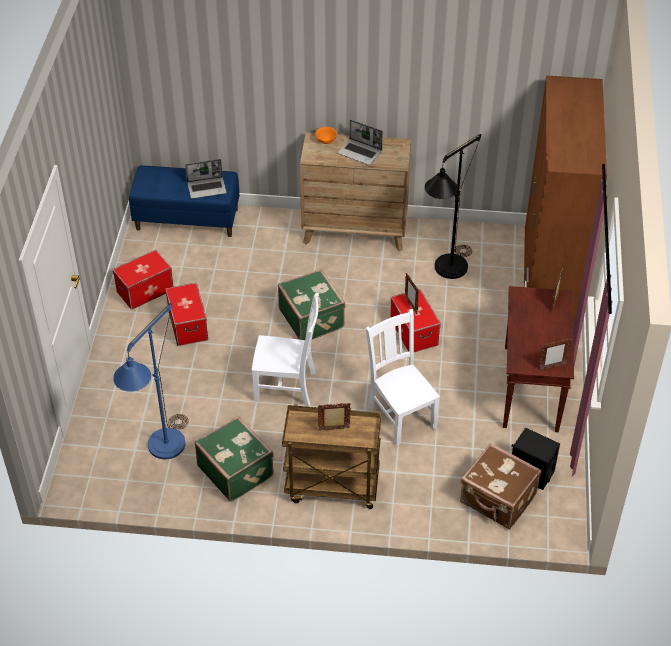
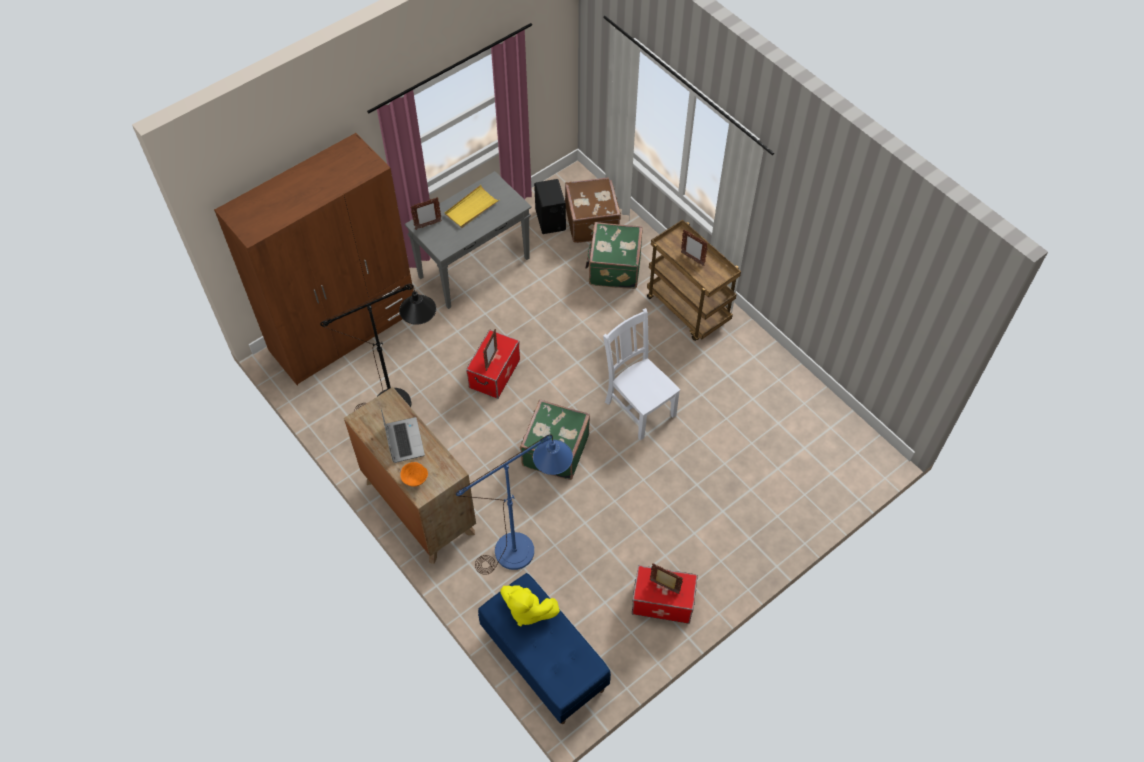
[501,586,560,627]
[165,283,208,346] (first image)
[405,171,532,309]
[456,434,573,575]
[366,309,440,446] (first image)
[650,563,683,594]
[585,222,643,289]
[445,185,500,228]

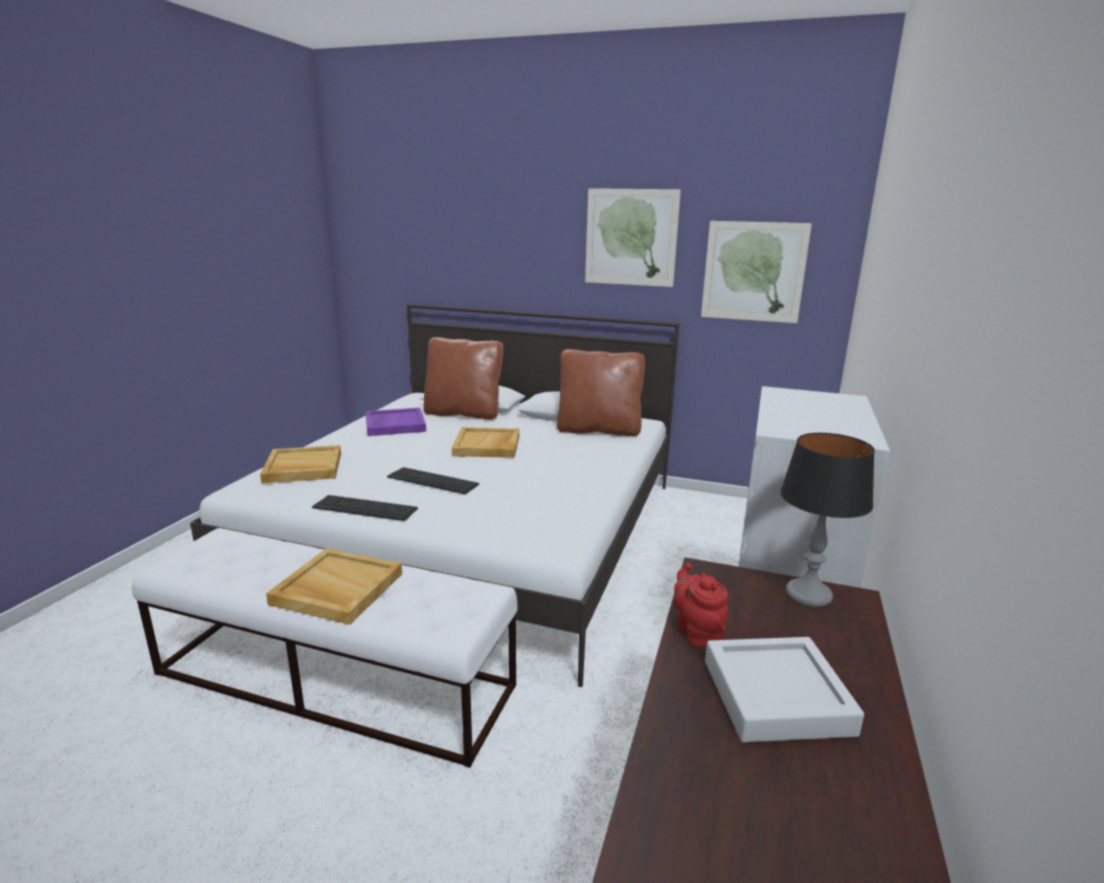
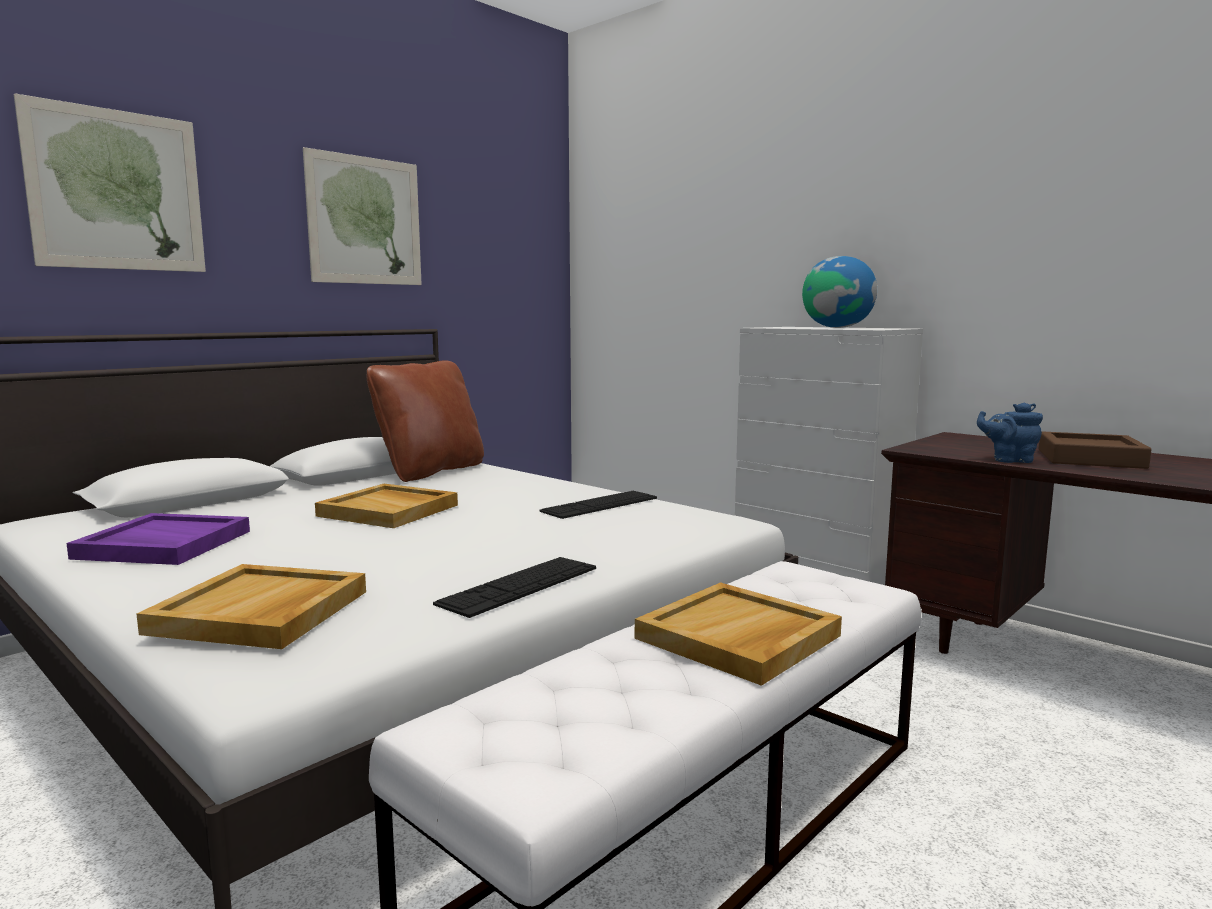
[14,94,206,272]
[424,337,503,420] (first image)
[780,433,875,607] (first image)
[539,491,657,519]
[977,402,1043,463]
[1039,431,1152,469]
[802,256,877,328]

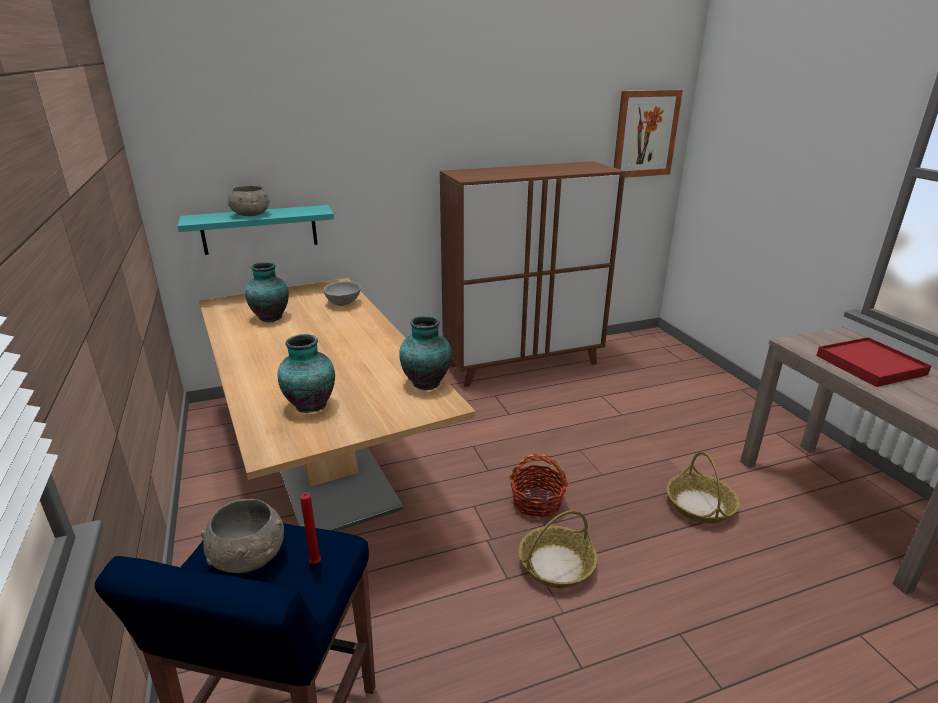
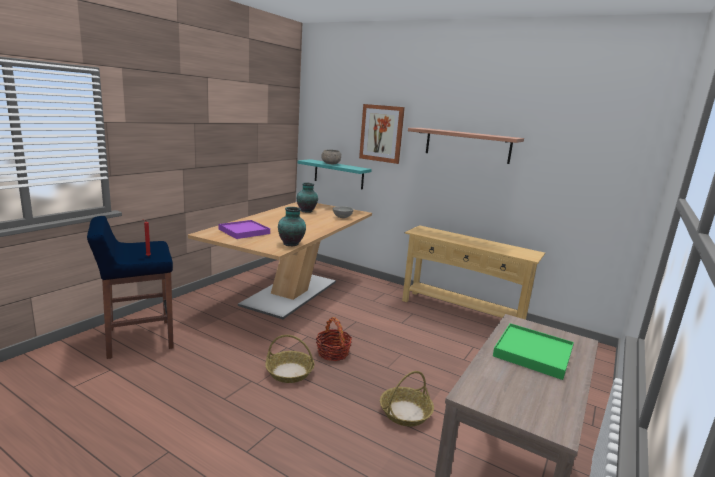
[359,104,405,164]
[402,225,545,320]
[219,220,270,239]
[493,323,574,380]
[201,499,284,573] (first image)
[408,128,524,164]

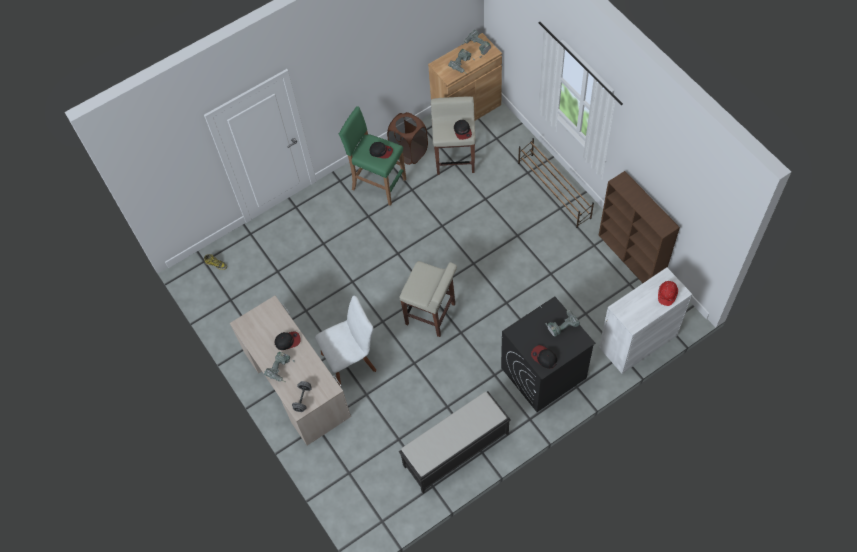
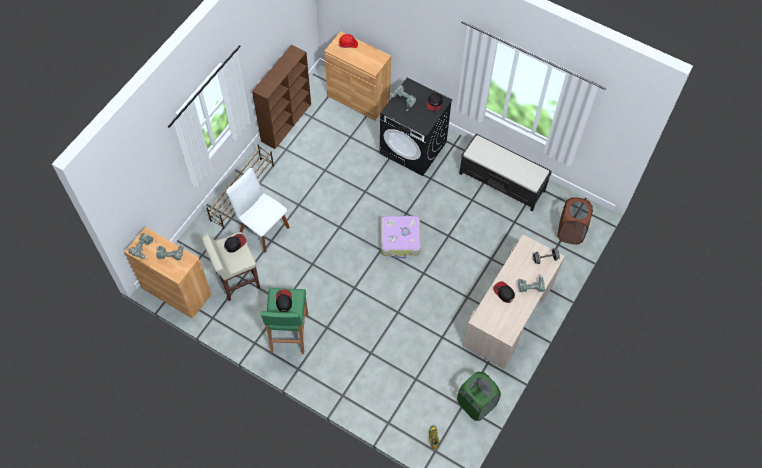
[557,197,593,245]
[381,216,421,258]
[324,31,391,120]
[226,168,290,253]
[457,371,501,421]

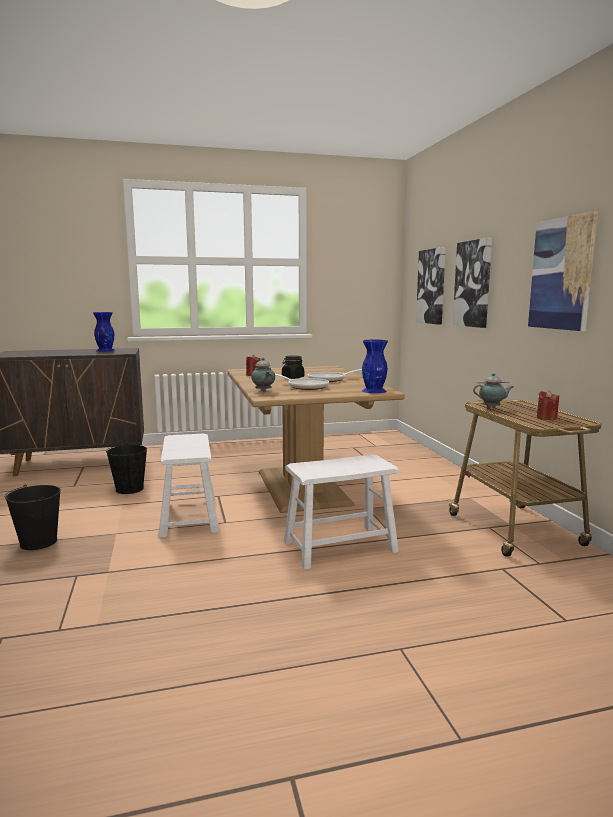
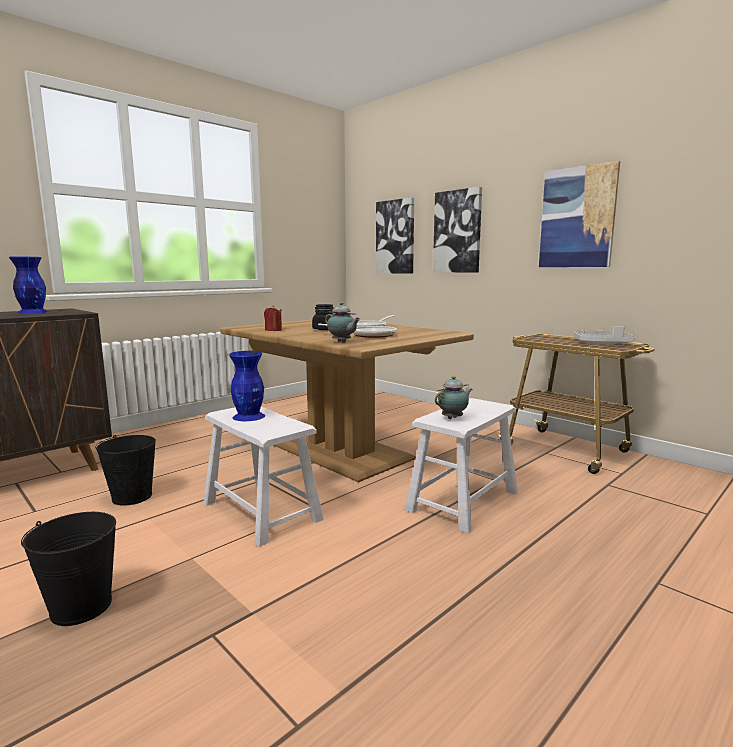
[229,351,265,421]
[435,376,473,419]
[573,326,634,344]

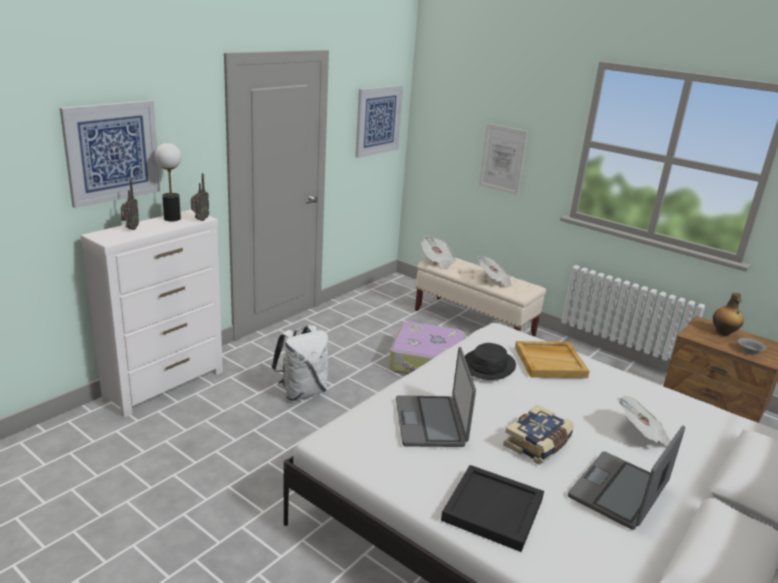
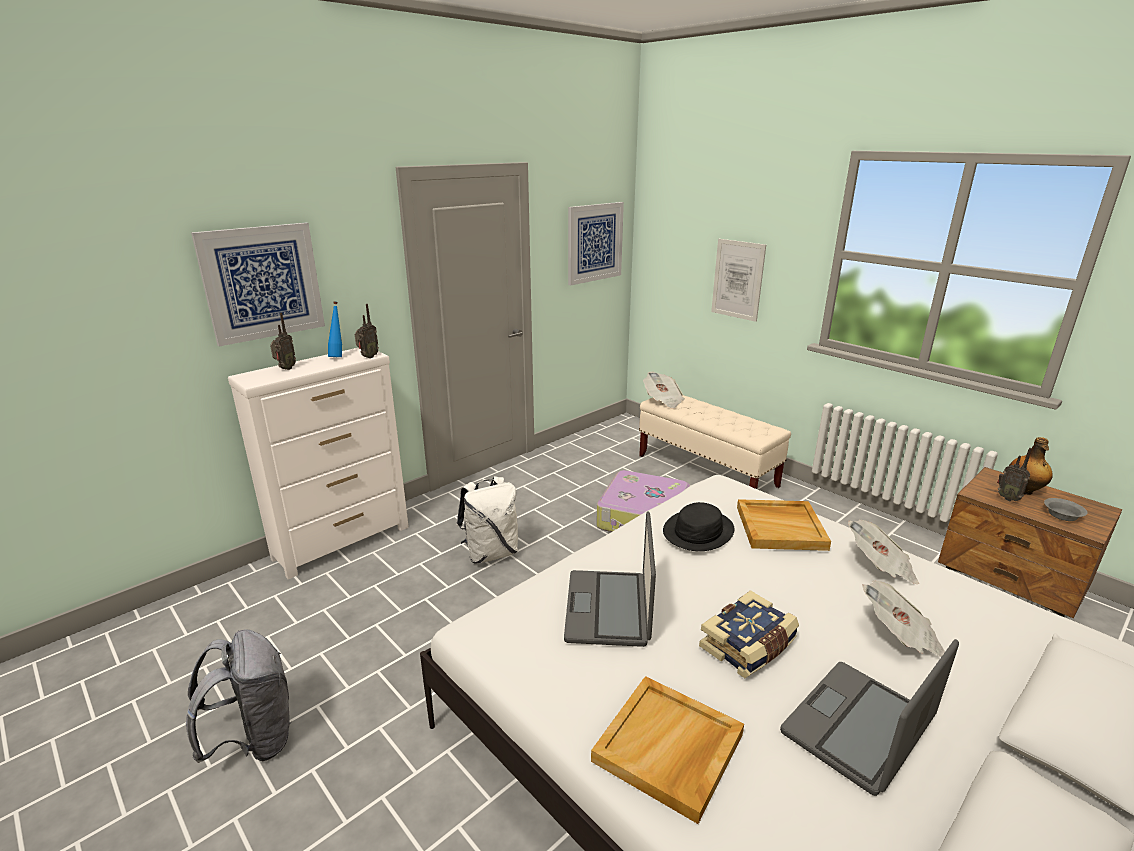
[328,302,342,357]
[848,520,919,584]
[591,676,744,824]
[997,448,1032,501]
[186,630,292,763]

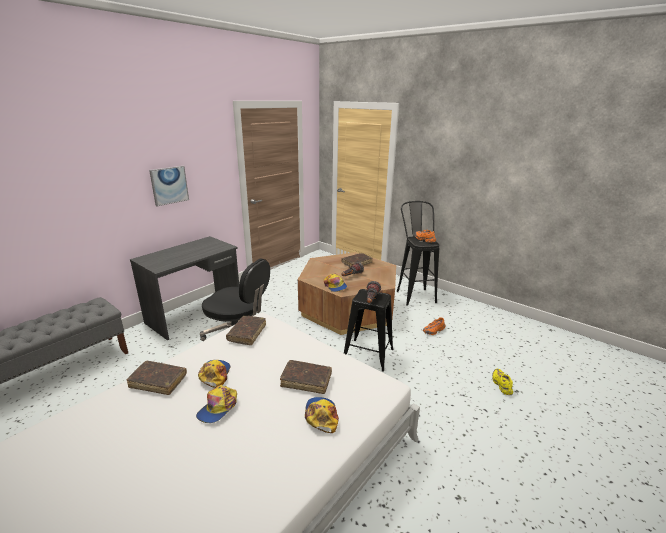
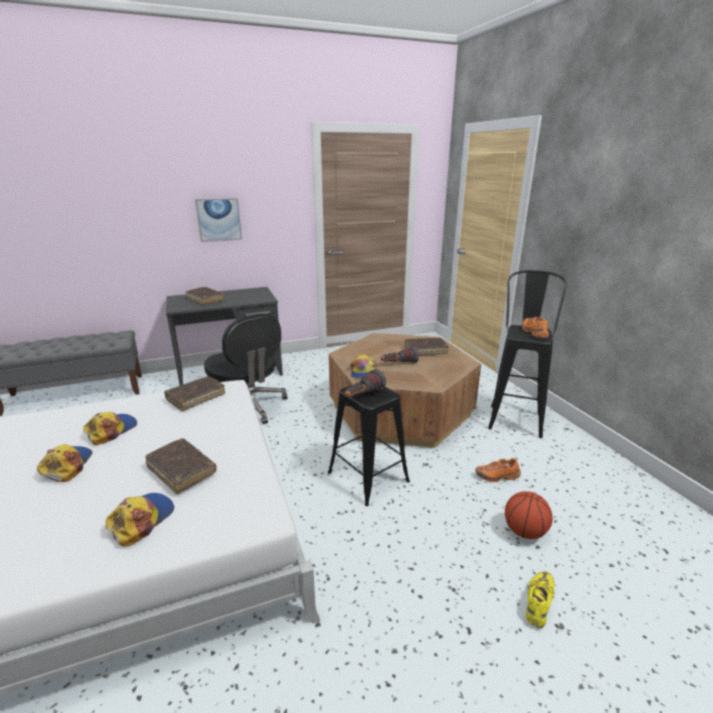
[186,287,225,305]
[37,444,92,482]
[505,491,553,539]

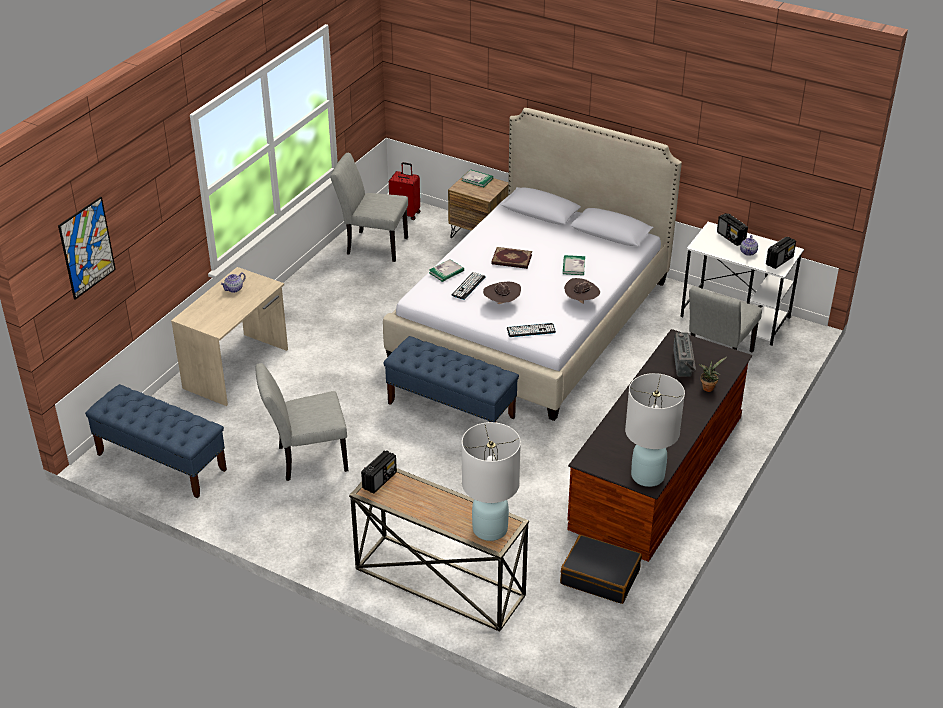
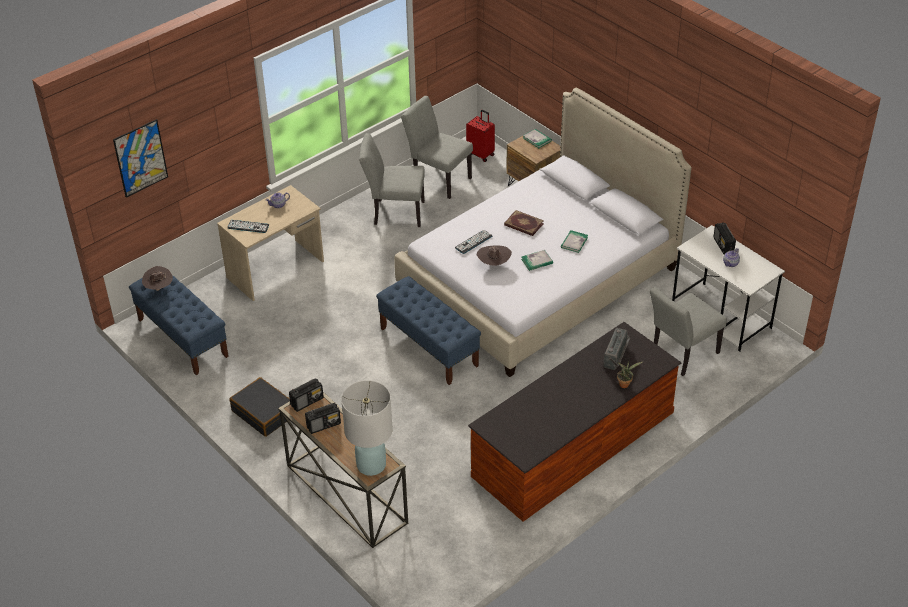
[305,403,341,434]
[521,250,553,271]
[142,266,173,291]
[227,220,269,233]
[359,133,425,227]
[625,373,685,487] (first image)
[230,377,290,437]

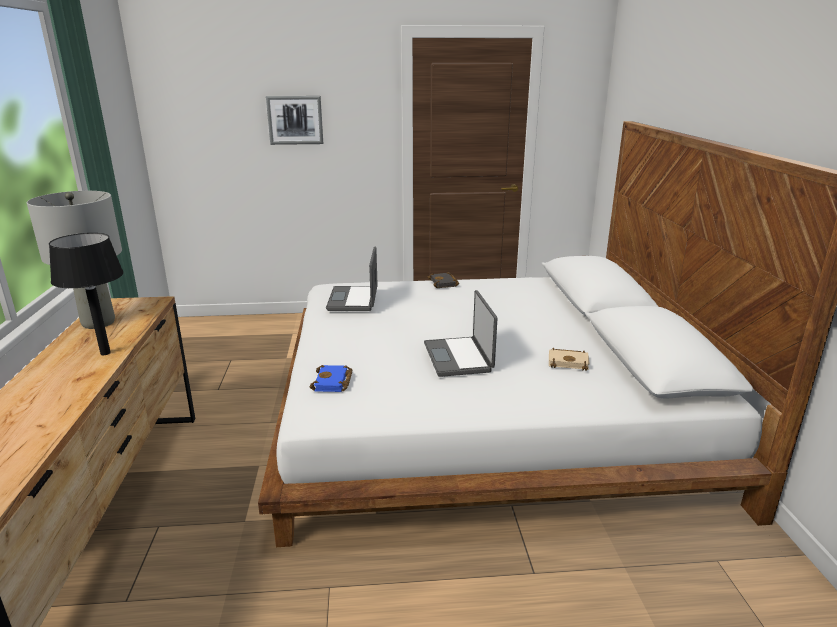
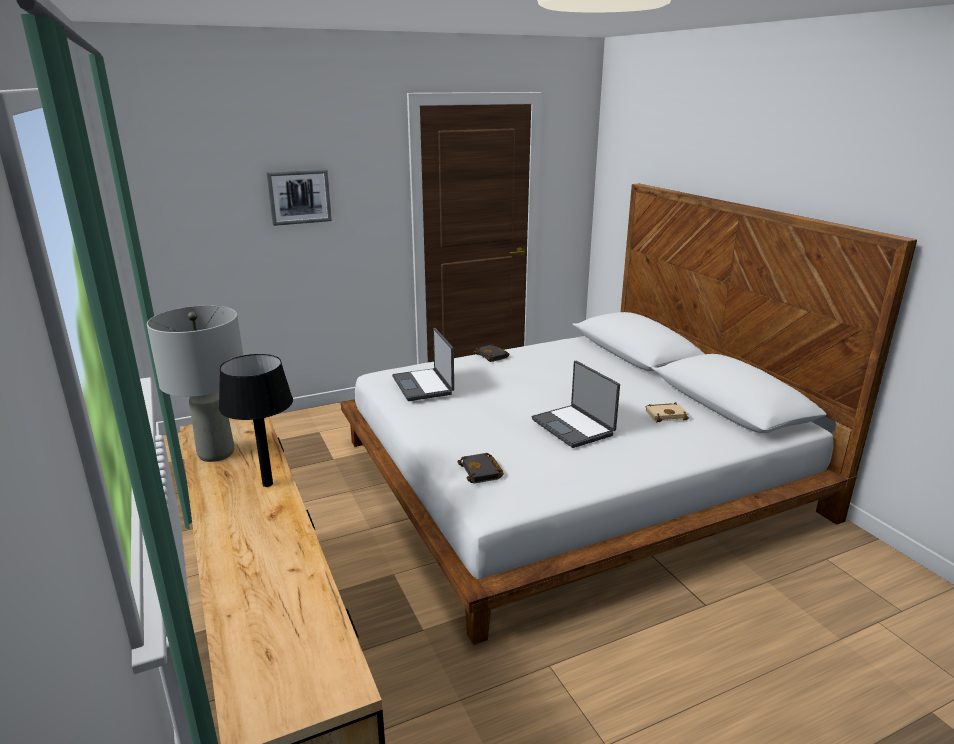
[457,453,504,484]

